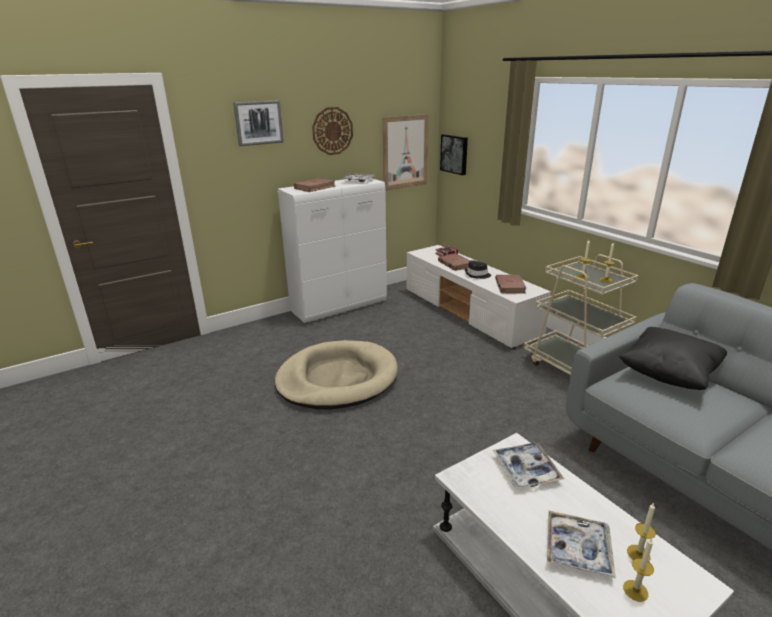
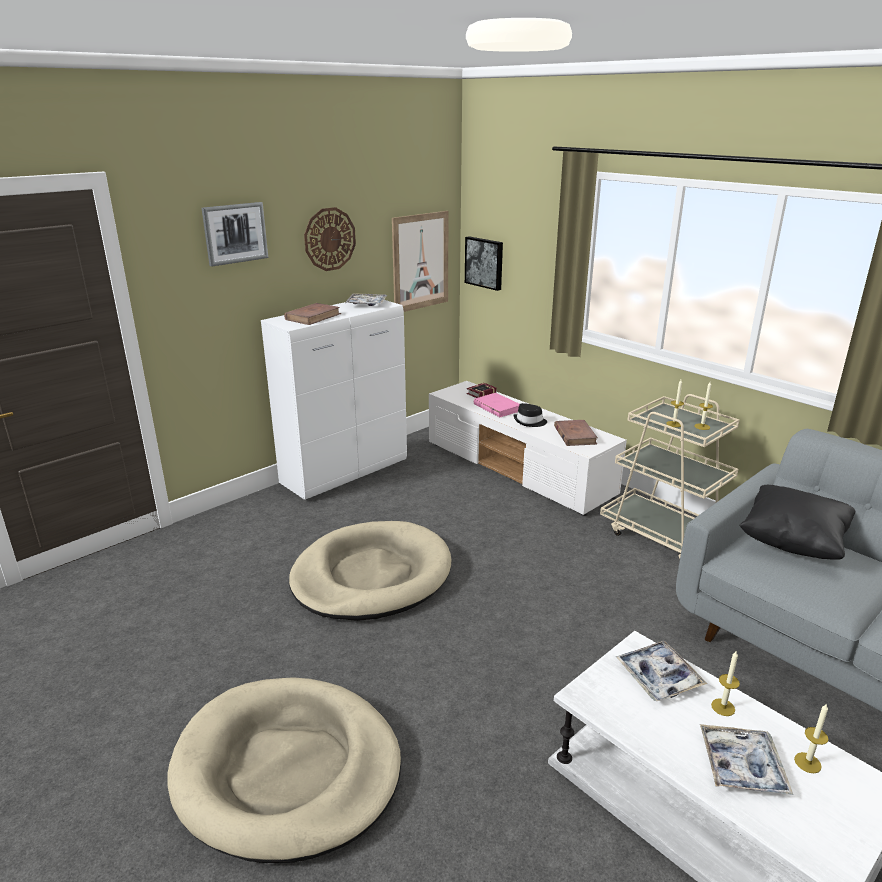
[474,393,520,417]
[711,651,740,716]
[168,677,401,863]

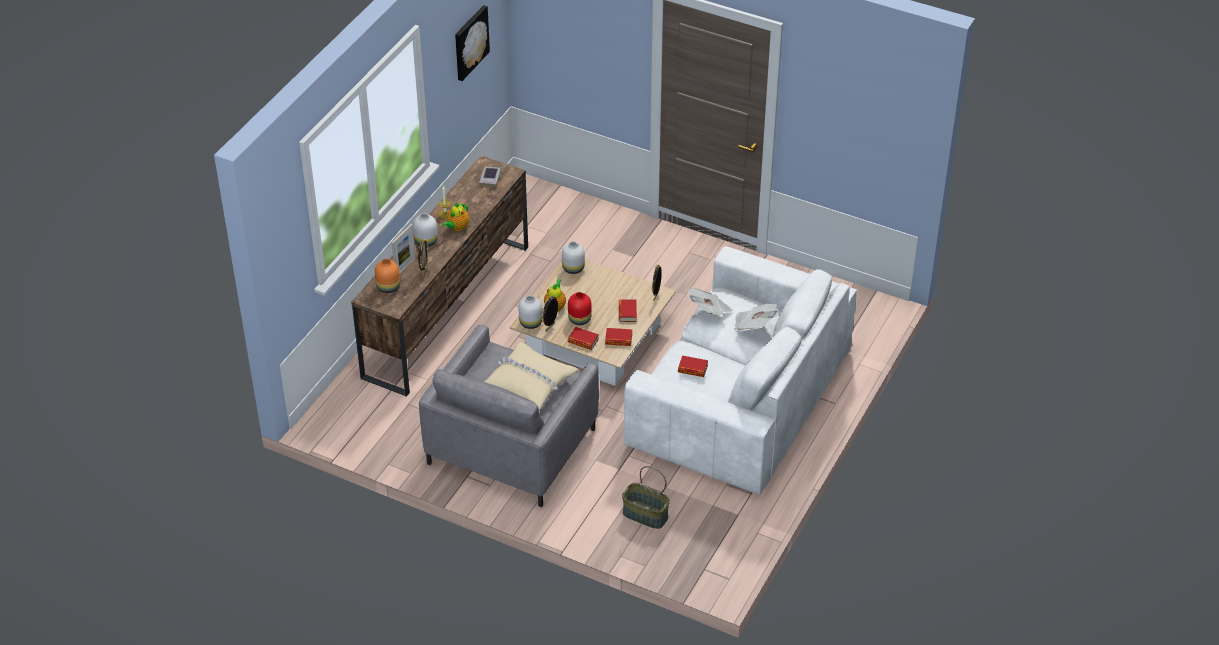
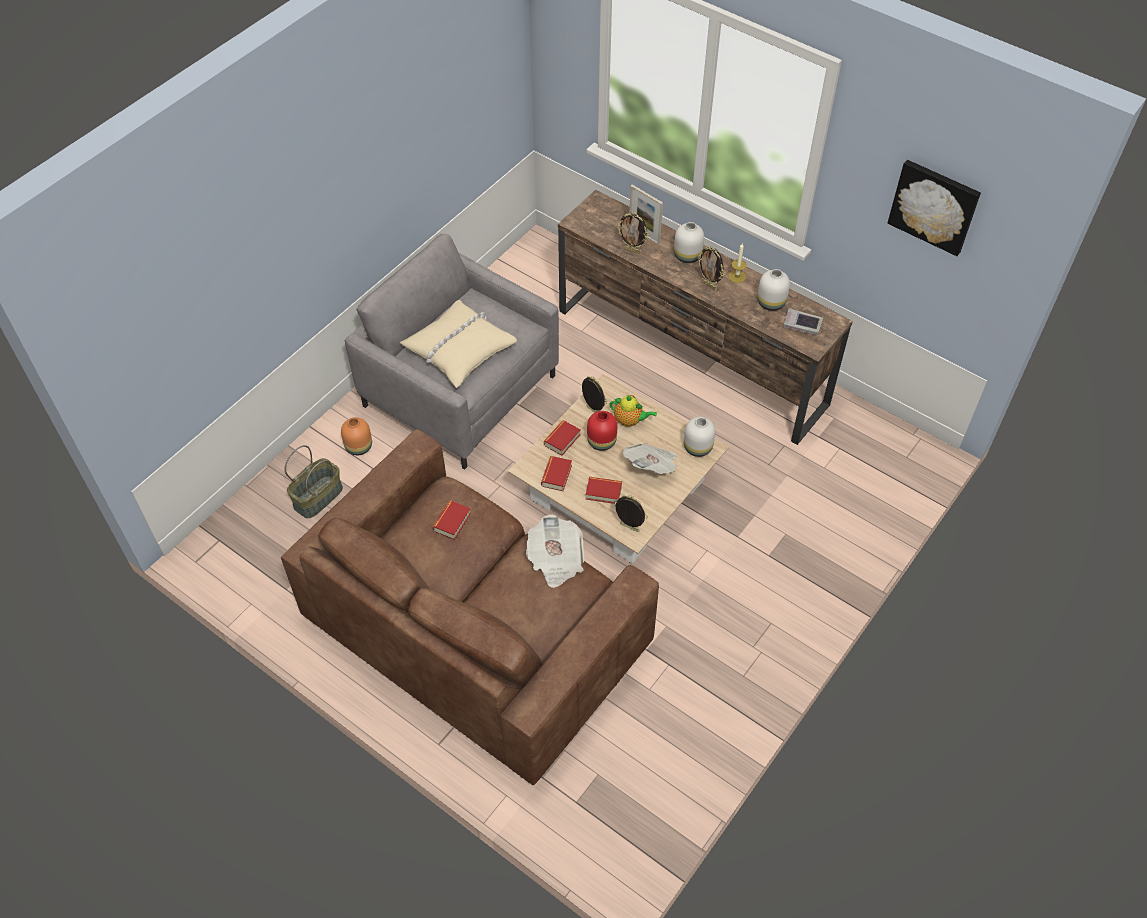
[698,247,724,290]
[281,429,659,785]
[341,417,372,455]
[757,269,790,311]
[623,443,677,474]

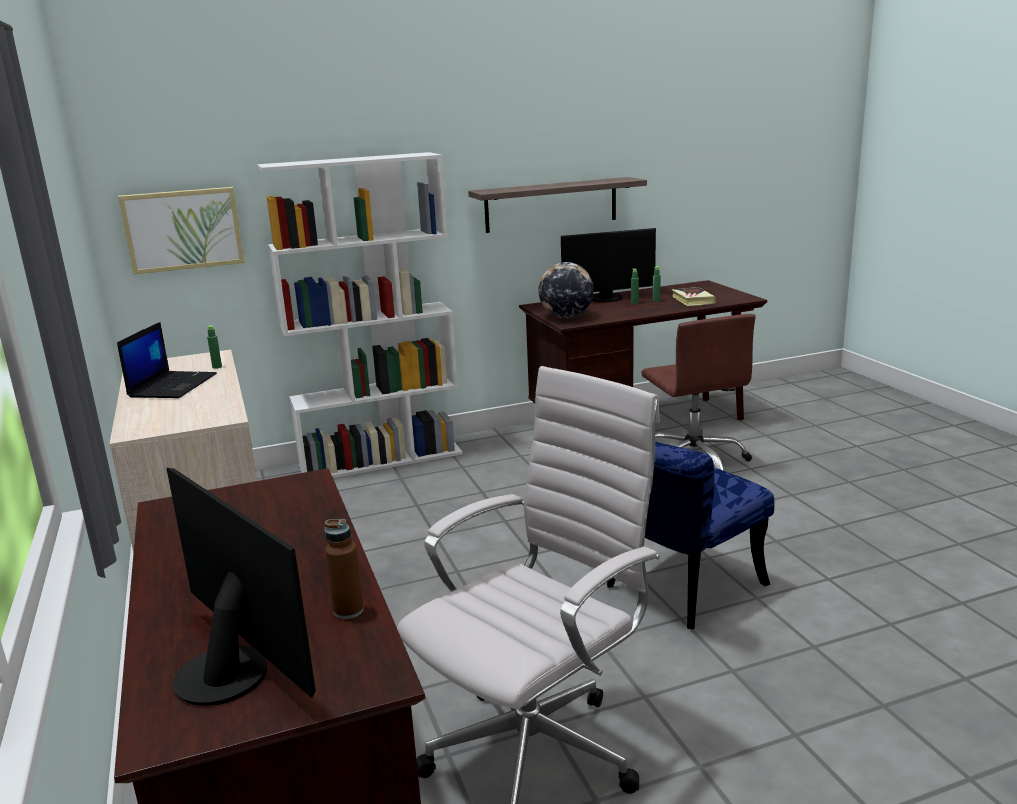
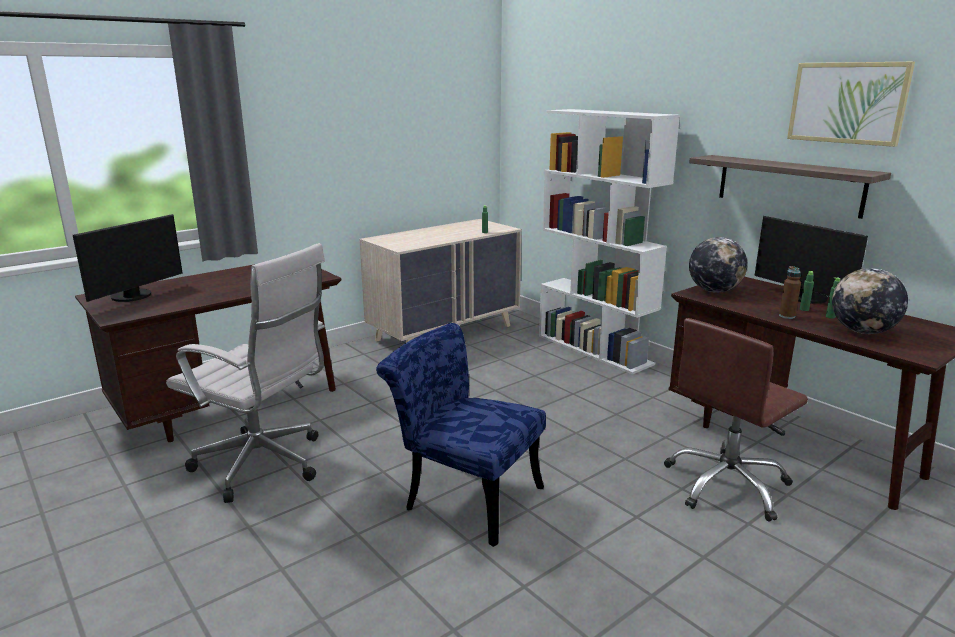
[787,62,915,147]
[832,268,908,334]
[117,322,217,398] (first image)
[779,266,801,319]

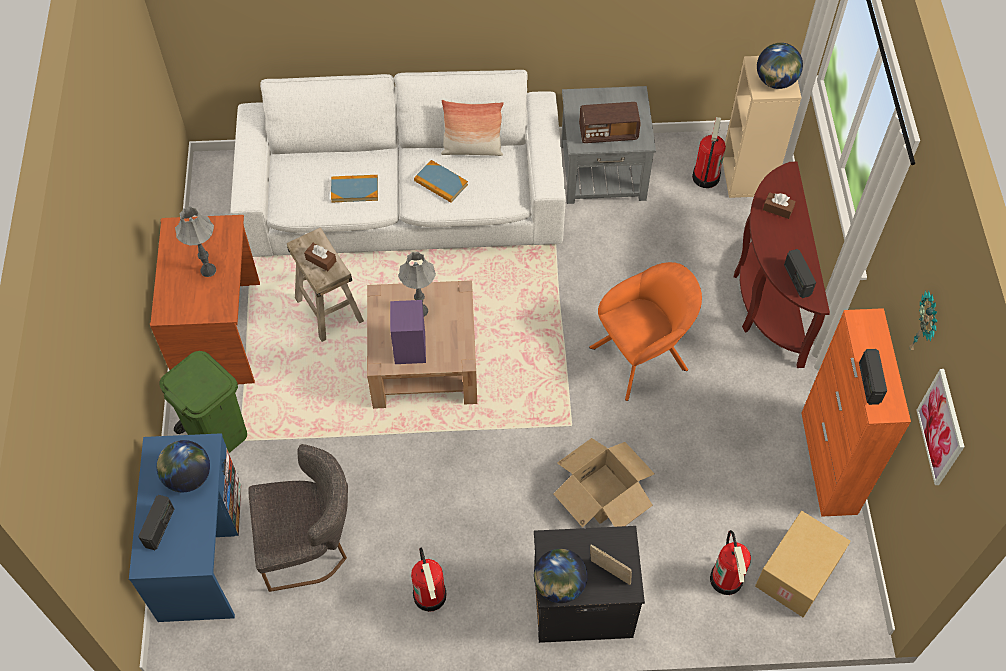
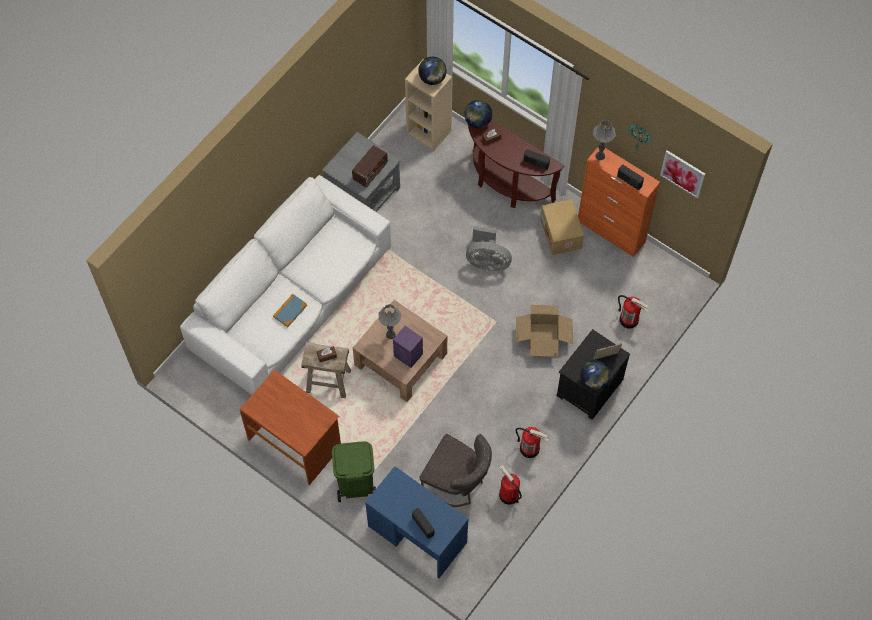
[441,100,504,156] (first image)
[499,465,522,505]
[414,160,468,203] (first image)
[593,120,616,160]
[466,226,512,271]
[464,100,492,128]
[420,434,492,507]
[540,199,584,255]

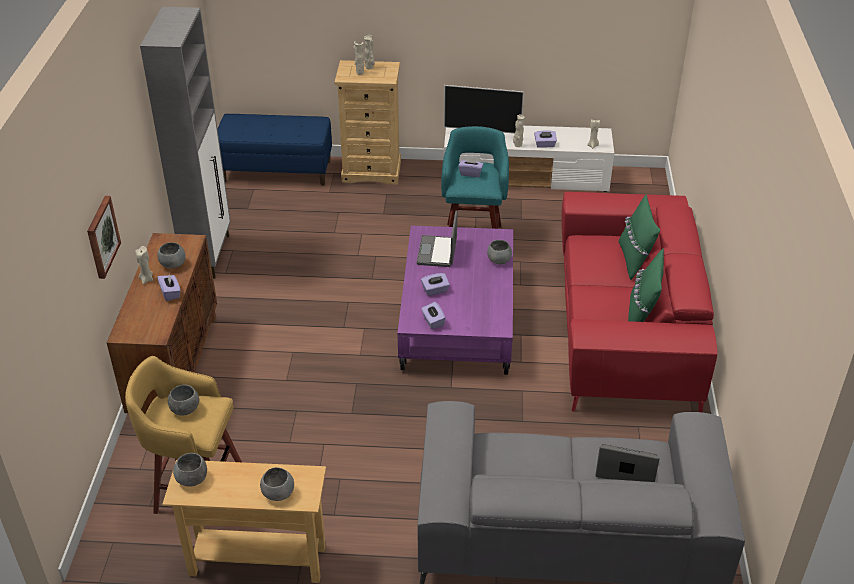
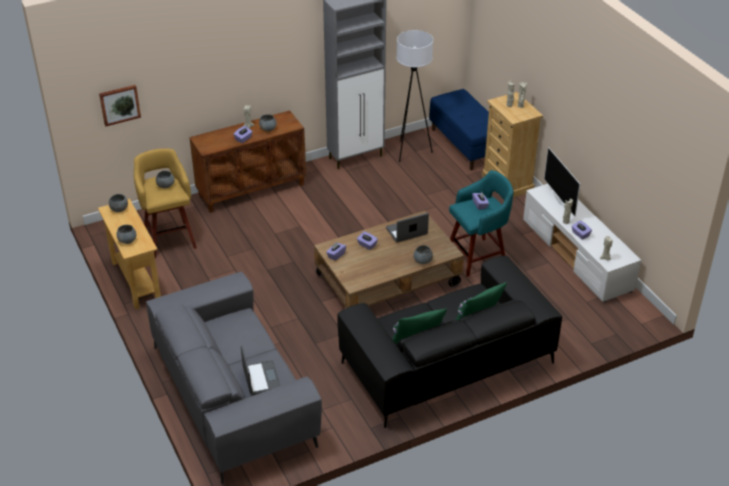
[338,256,562,428]
[99,85,141,126]
[314,211,464,308]
[396,30,433,162]

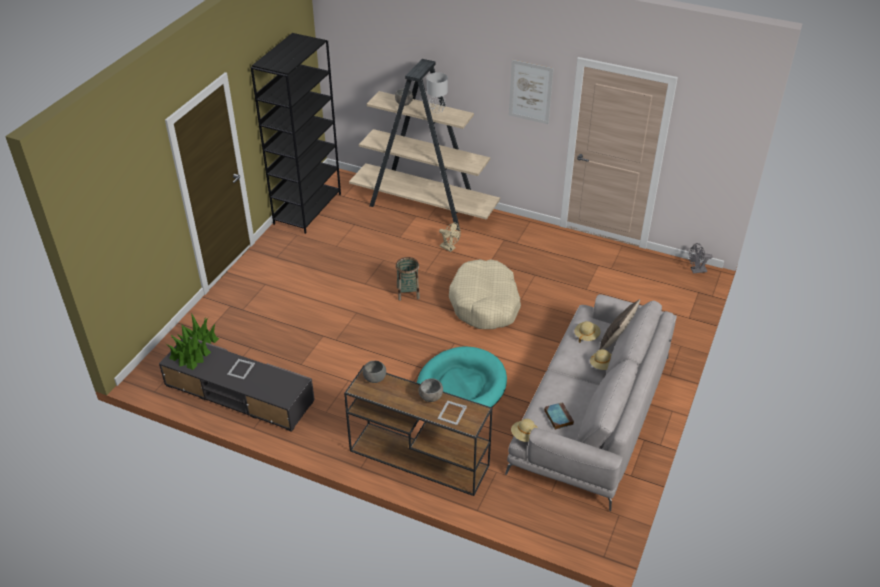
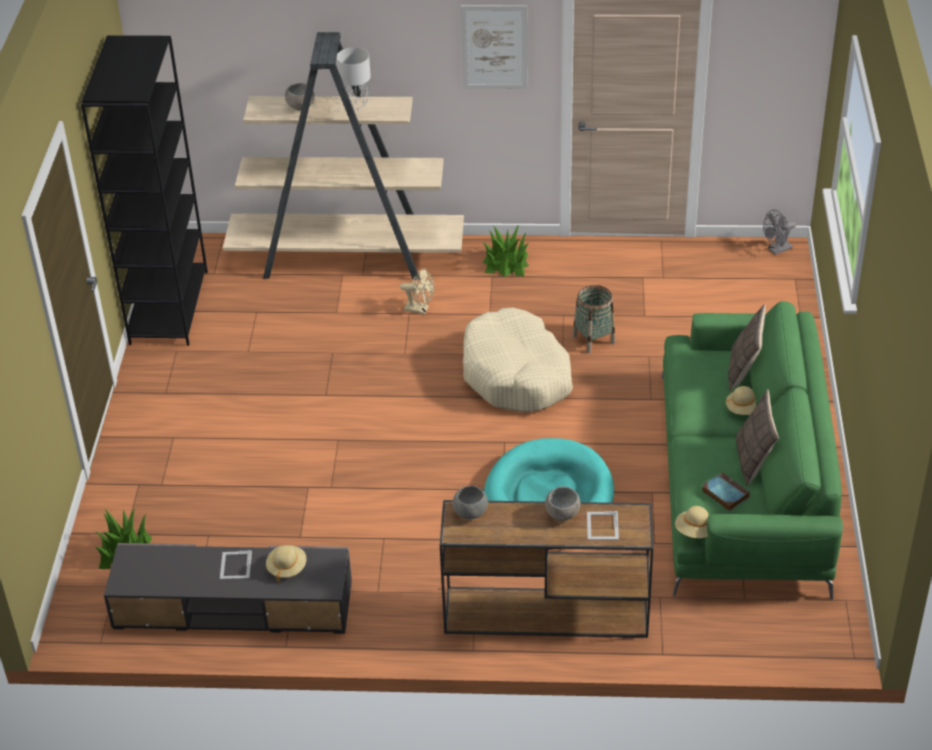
[572,285,615,353]
[661,301,843,600]
[266,545,306,583]
[483,224,529,277]
[736,389,779,486]

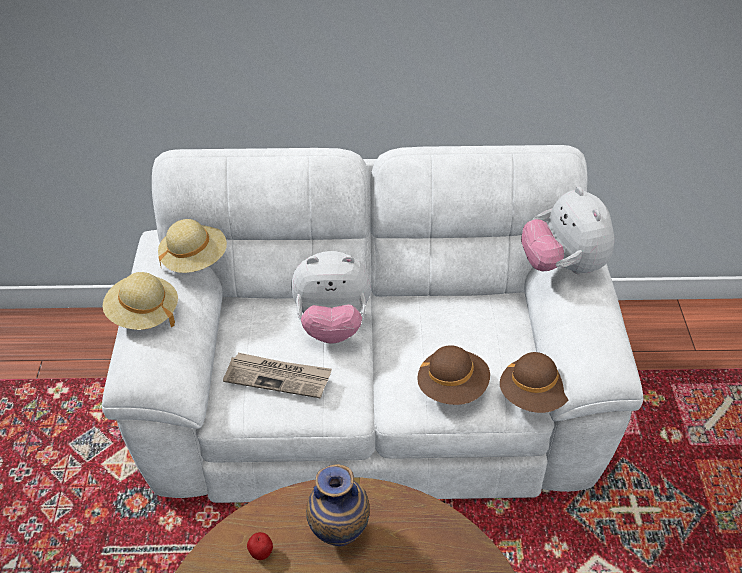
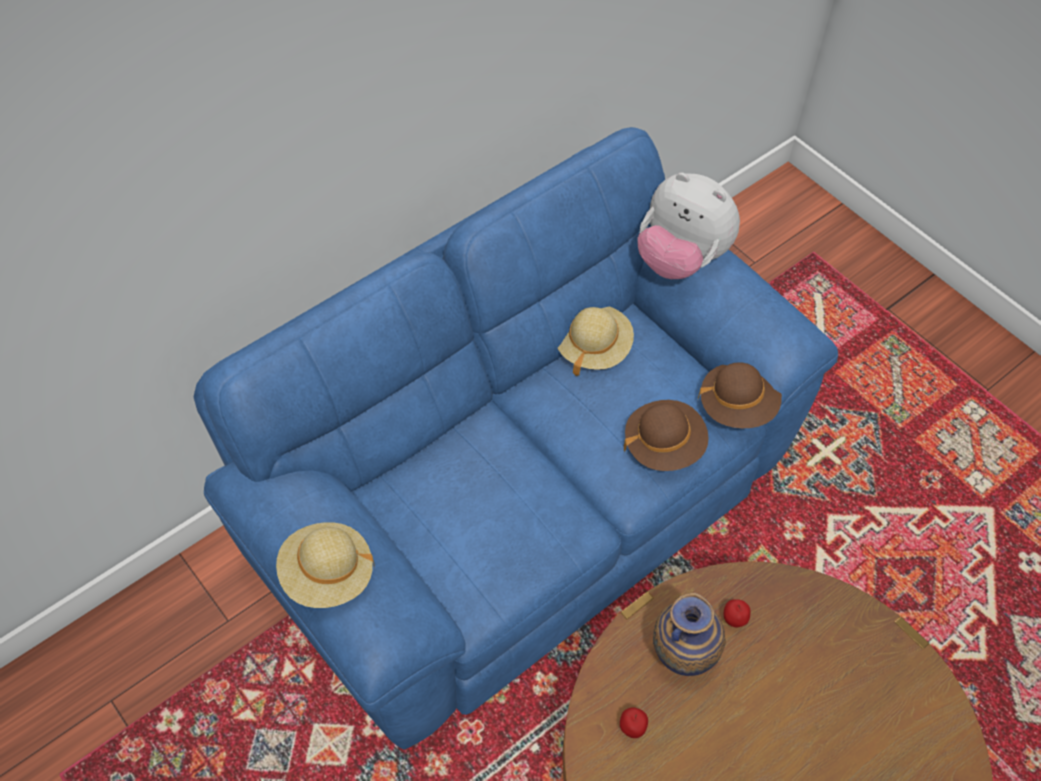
[194,127,838,750]
[558,307,634,376]
[291,251,371,344] (first image)
[223,353,332,399] (first image)
[724,599,751,627]

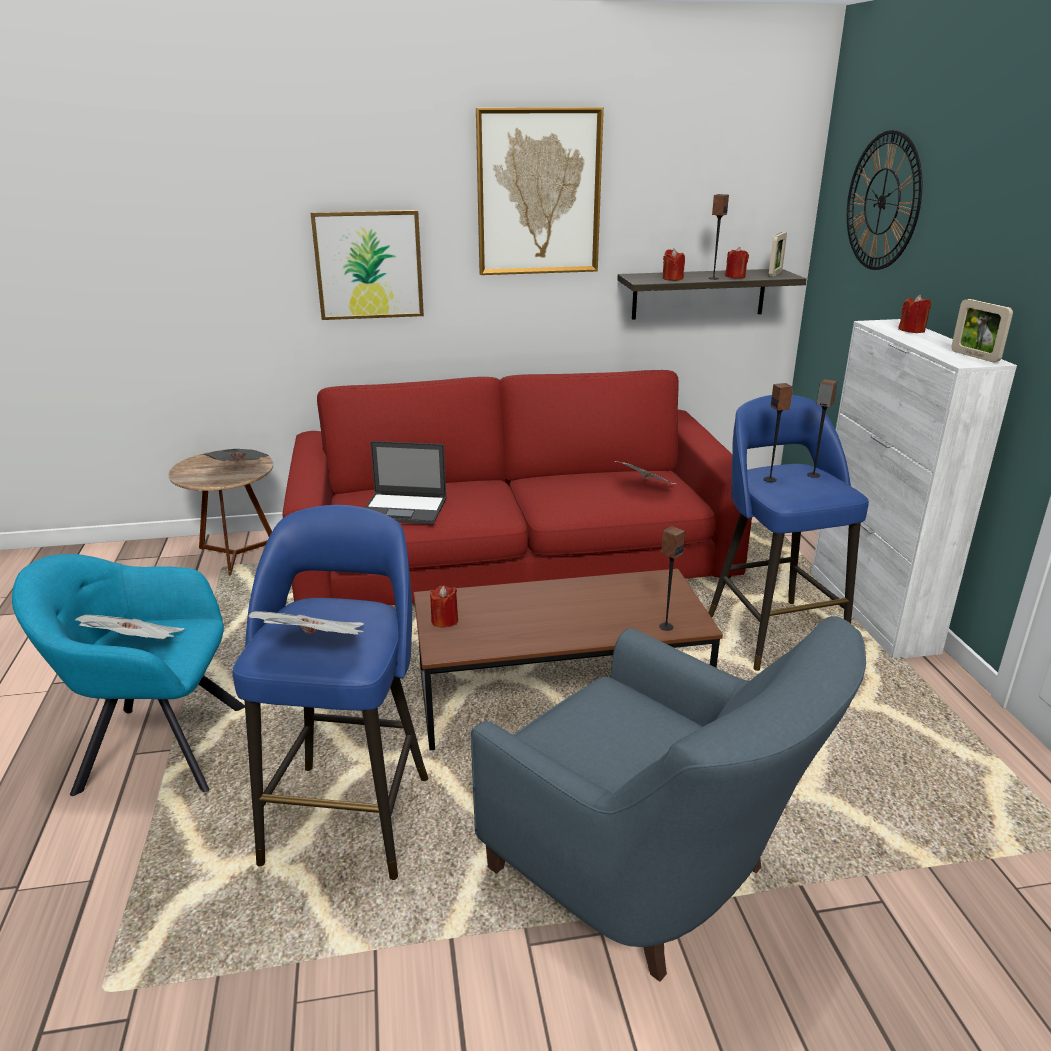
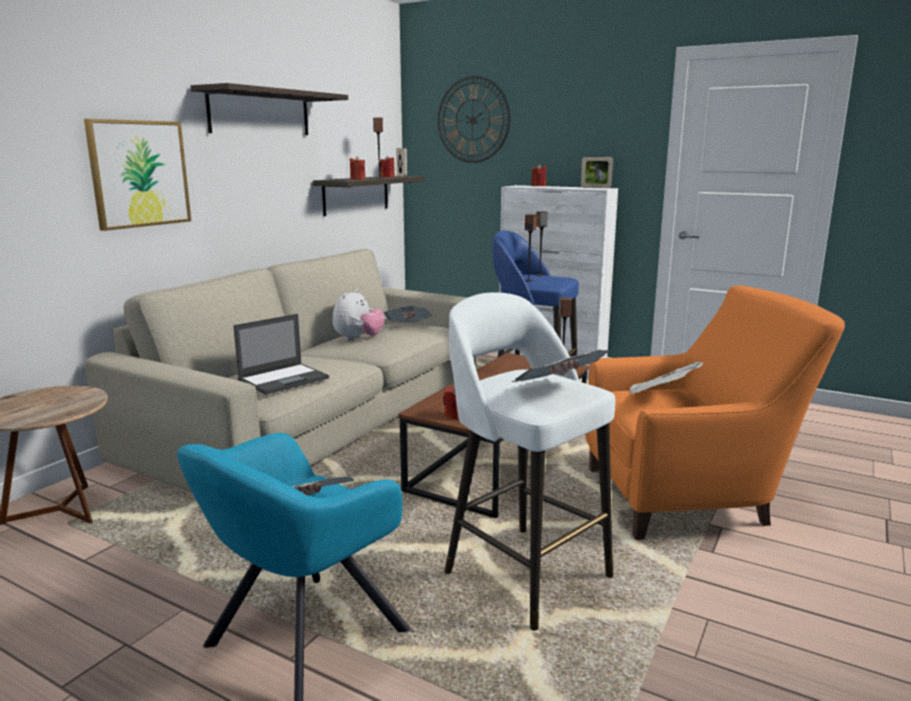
[191,83,348,135]
[85,249,476,492]
[629,362,703,395]
[444,292,615,631]
[586,285,845,540]
[333,289,385,341]

